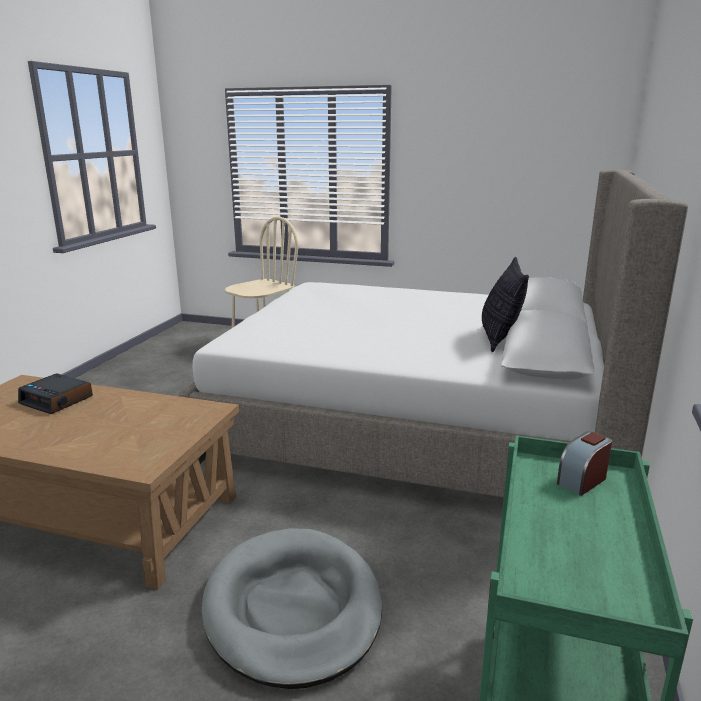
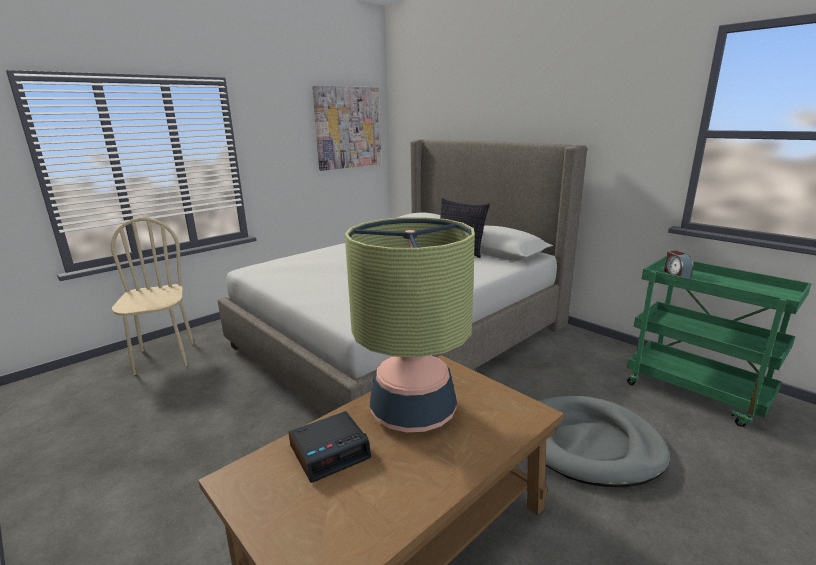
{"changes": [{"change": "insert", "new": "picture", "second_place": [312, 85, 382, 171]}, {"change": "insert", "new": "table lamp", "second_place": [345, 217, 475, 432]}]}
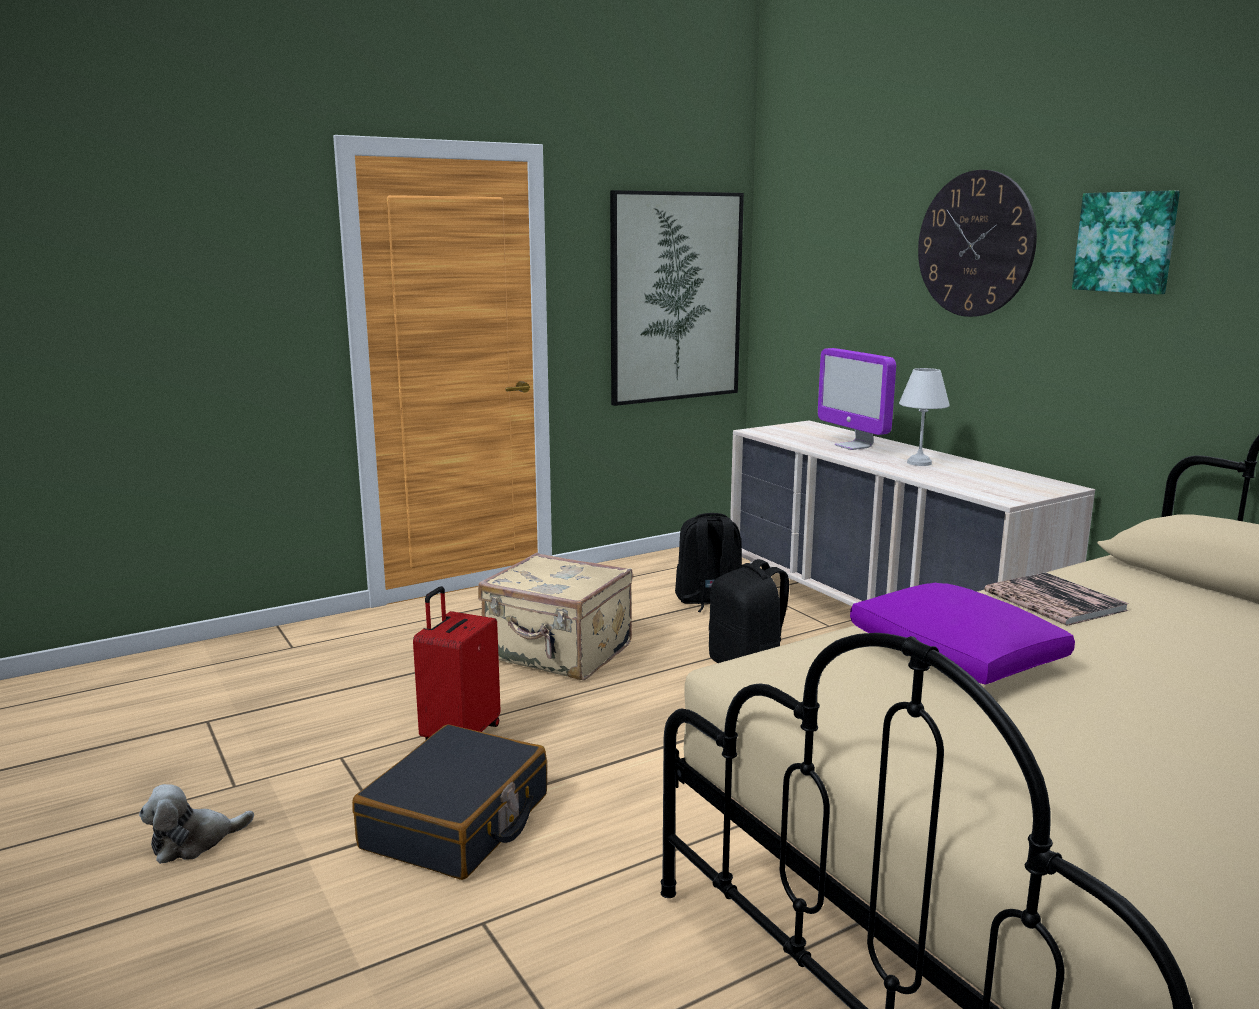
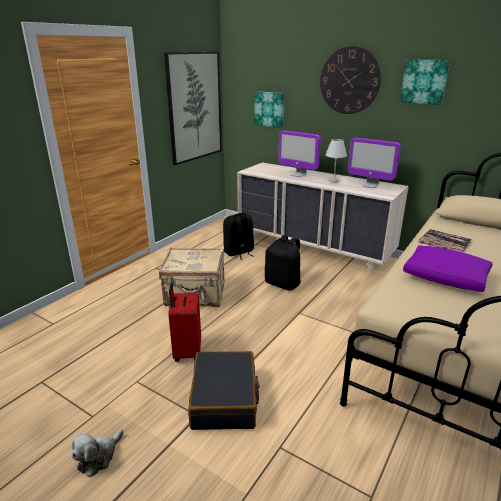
{"changes": [{"change": "insert", "new": "picture", "second_place": [254, 91, 284, 128]}, {"change": "insert", "new": "monitor", "second_place": [348, 138, 401, 189]}]}
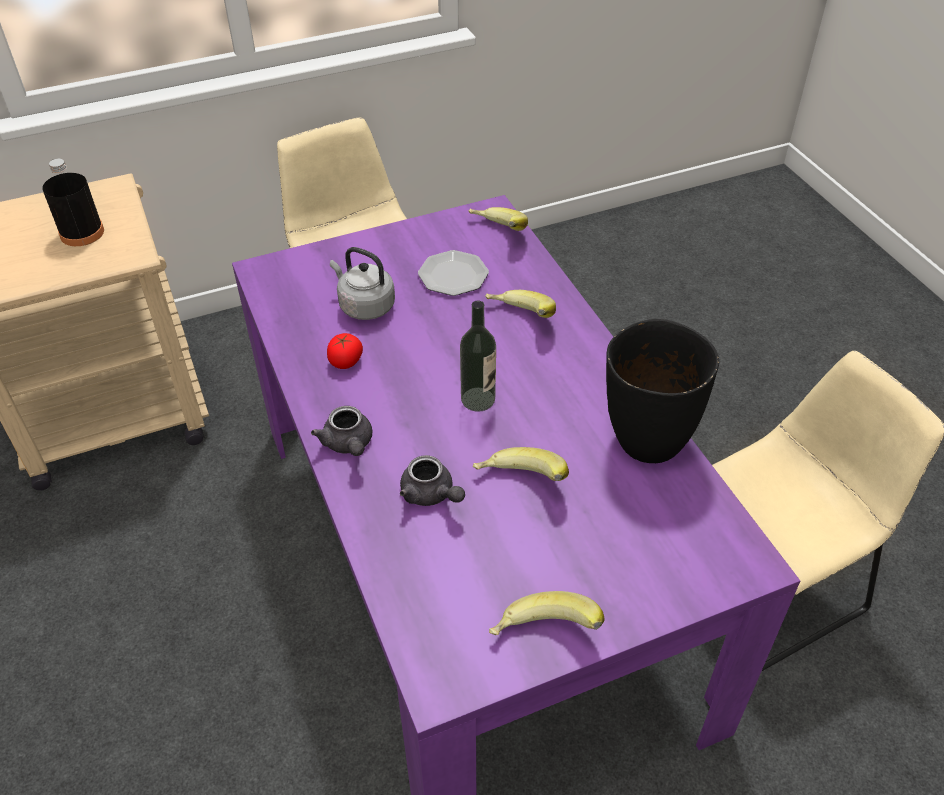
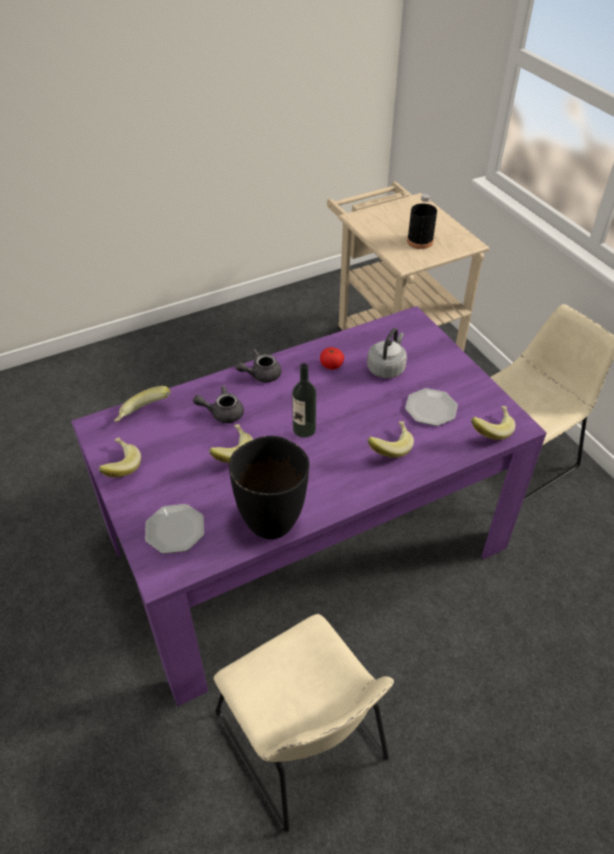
{"changes": [{"change": "insert", "new": "banana", "second_place": [114, 386, 171, 422]}, {"change": "insert", "new": "plate", "second_place": [145, 504, 204, 554]}, {"change": "rotate", "old": "teapot/grey", "first_place": [400, 455, 465, 506], "second_place": [193, 385, 244, 423], "degrees": 45}]}
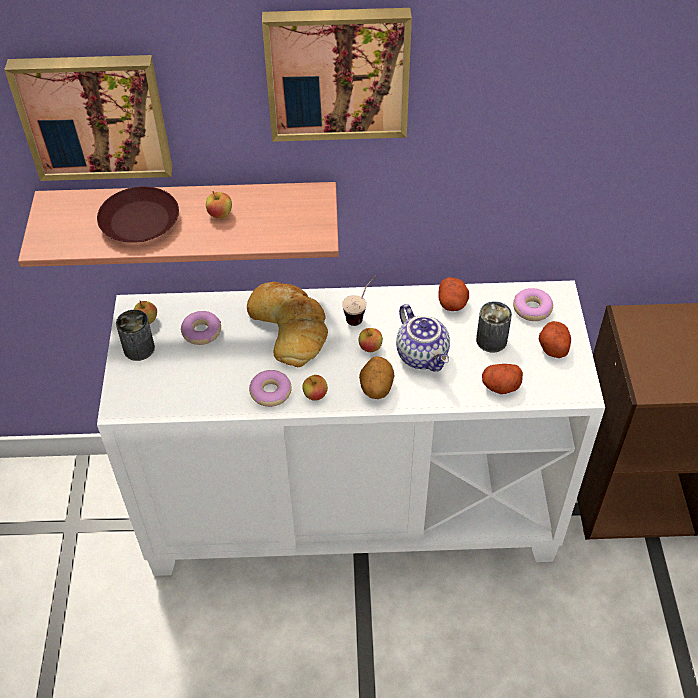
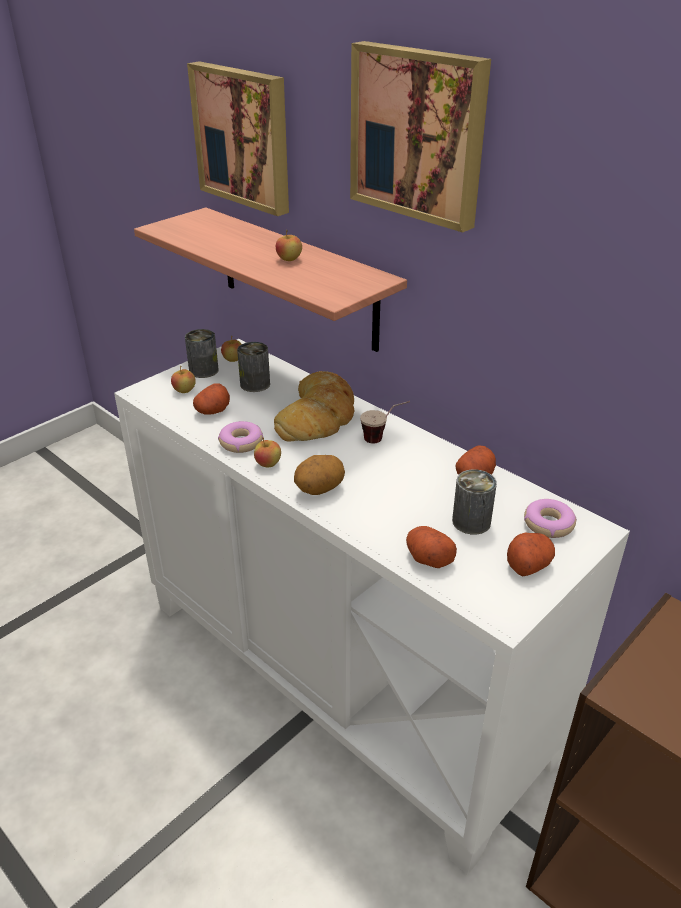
{"changes": [{"change": "delete", "old": "plate/brown", "first_place": [97, 186, 179, 243]}, {"change": "delete", "old": "teapot", "first_place": [396, 304, 450, 372]}, {"change": "insert", "new": "potato", "second_place": [193, 383, 230, 415]}, {"change": "move", "old": "apple", "first_place": [359, 328, 383, 352], "second_place": [171, 366, 196, 393]}, {"change": "replace", "old": "donut", "new": "can", "first_place": [181, 311, 221, 345], "second_place": [237, 342, 270, 392]}]}
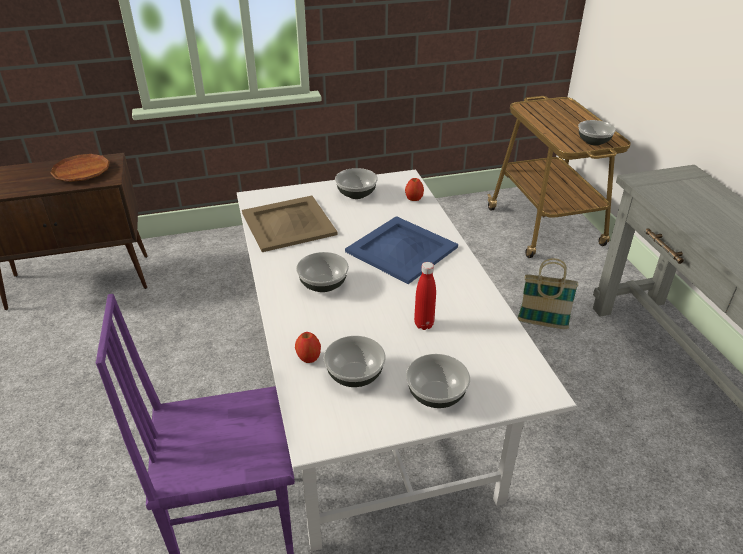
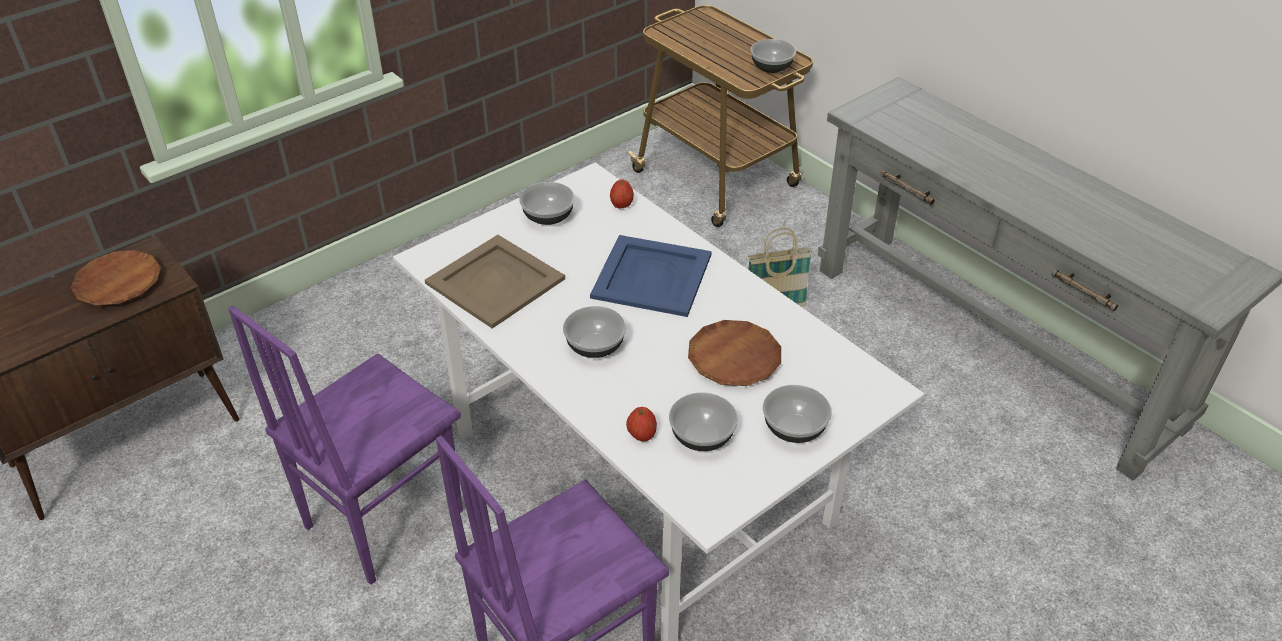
{"changes": [{"change": "insert", "new": "chair/purple", "second_place": [228, 305, 463, 585]}, {"change": "replace", "old": "bottle/red", "new": "plate/brown", "first_place": [414, 262, 436, 330], "second_place": [688, 320, 781, 386]}]}
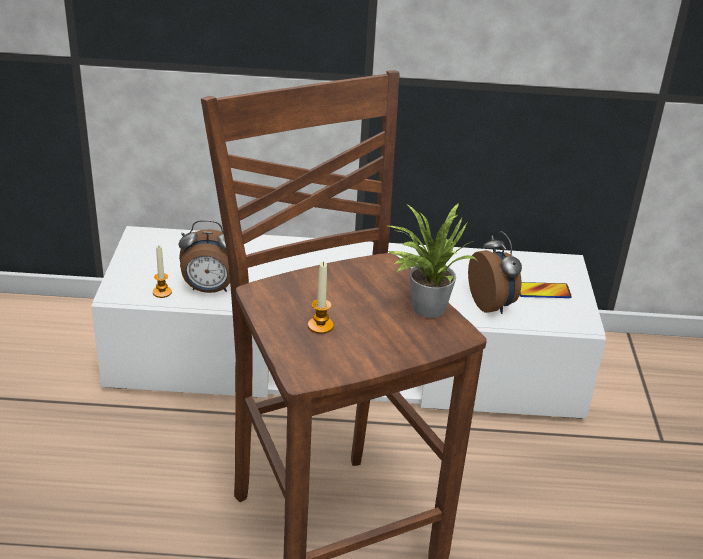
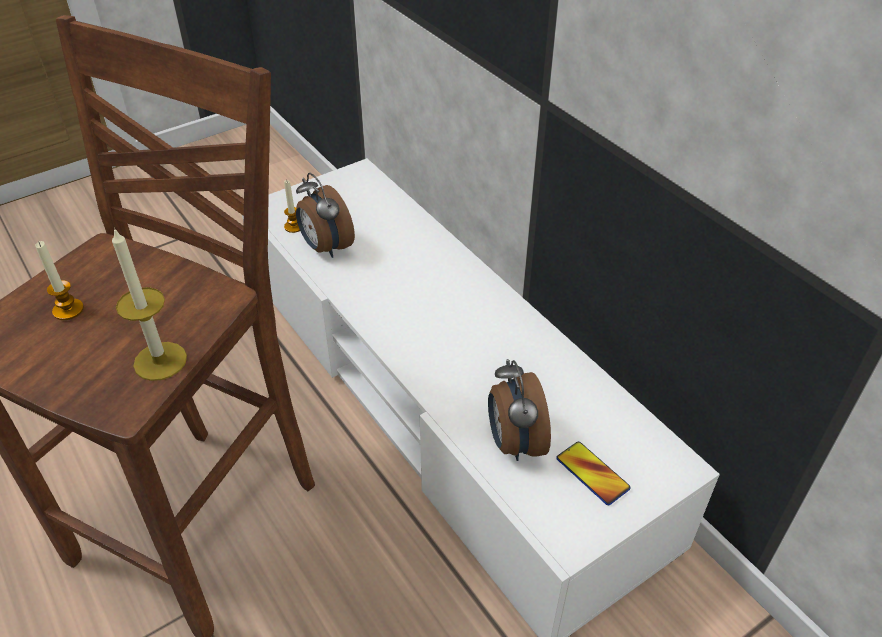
{"changes": [{"change": "replace", "old": "potted plant", "new": "candle", "first_place": [386, 203, 477, 318], "second_place": [112, 228, 187, 381]}, {"change": "rotate", "old": "alarm clock", "first_place": [468, 231, 522, 314], "second_place": [488, 359, 551, 461], "degrees": 135}]}
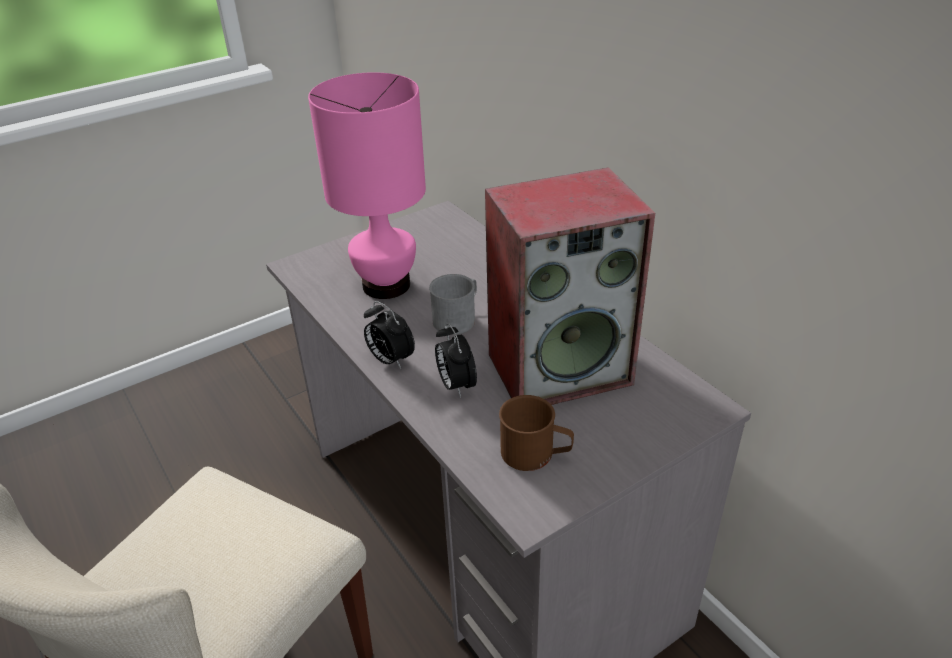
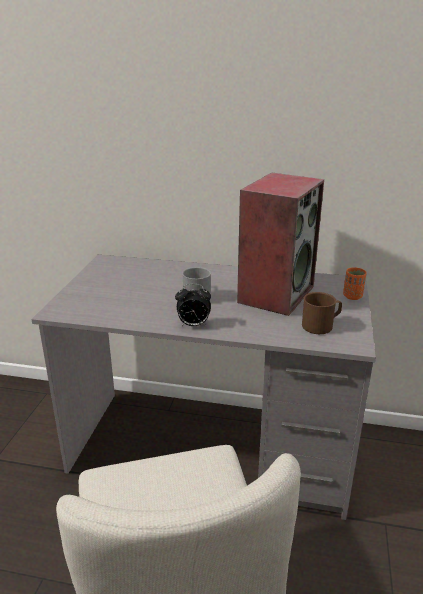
{"changes": [{"change": "delete", "old": "table lamp/pink", "first_place": [308, 72, 426, 299]}, {"change": "delete", "old": "alarm clock", "first_place": [435, 323, 477, 398]}, {"change": "insert", "new": "cup/orange", "second_place": [343, 267, 367, 300]}]}
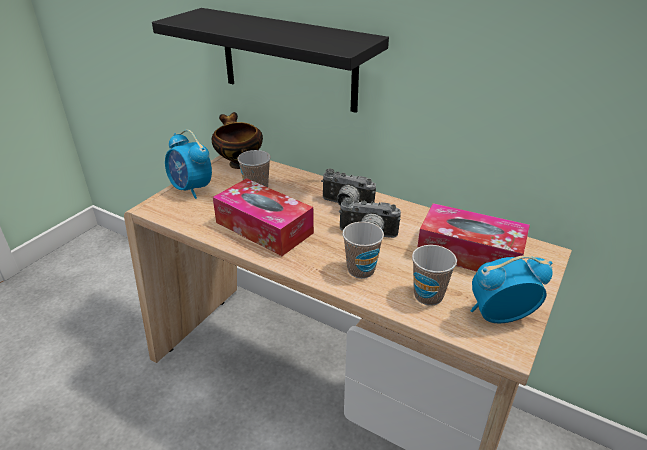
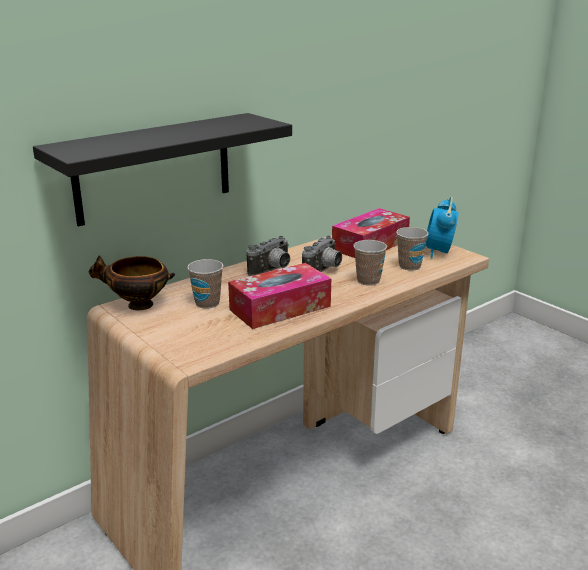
{"changes": [{"change": "delete", "old": "alarm clock", "first_place": [165, 130, 212, 199]}]}
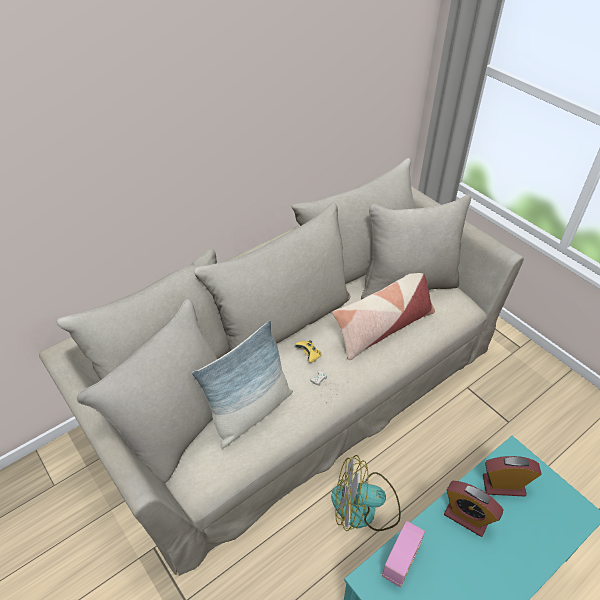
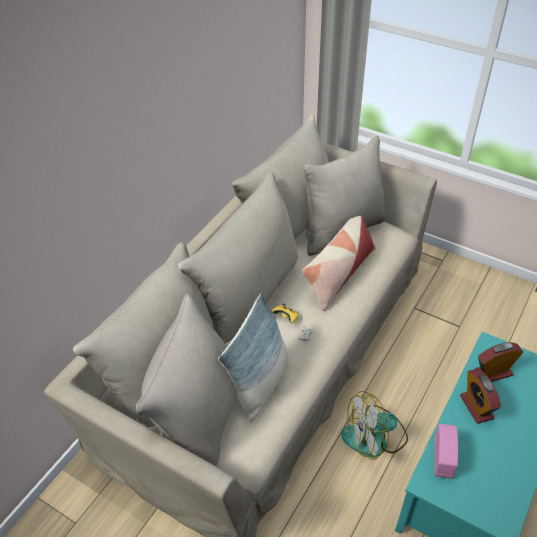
{"changes": [{"change": "rotate", "old": "alarm clock", "first_place": [444, 481, 504, 537], "second_place": [460, 369, 501, 424], "degrees": 60}]}
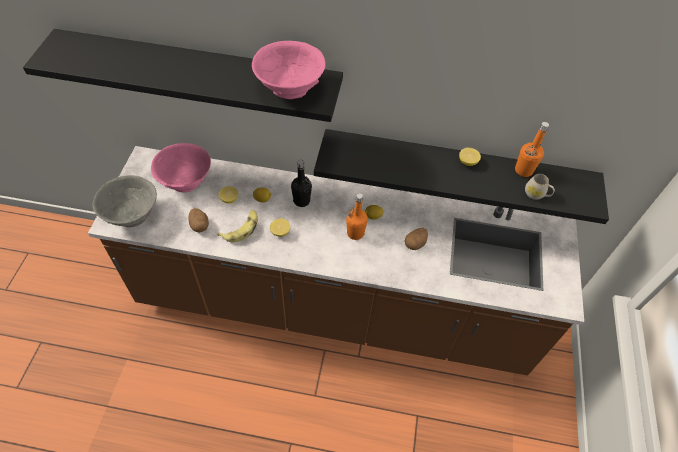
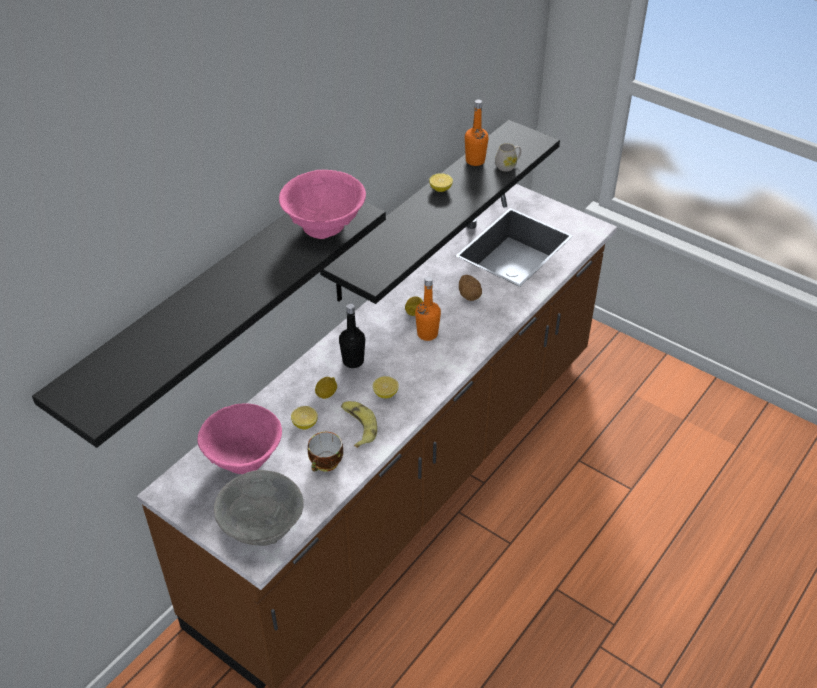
{"changes": [{"change": "replace", "old": "potato", "new": "cup", "first_place": [188, 208, 209, 232], "second_place": [308, 432, 343, 472]}]}
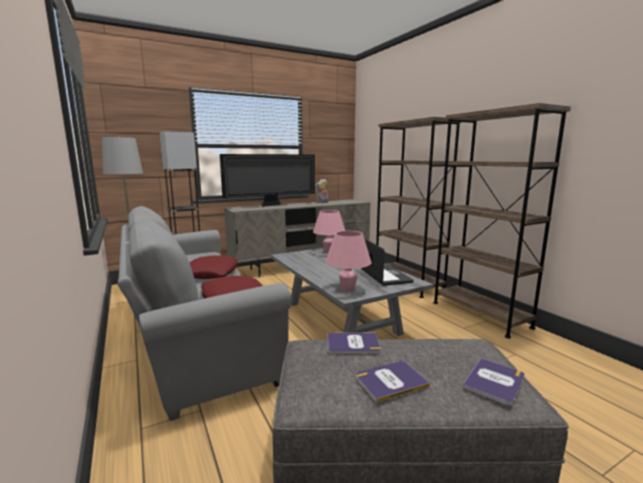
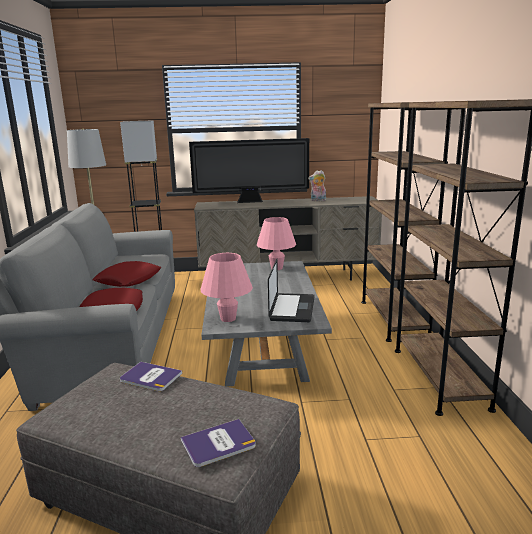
{"changes": [{"change": "delete", "old": "book", "first_place": [356, 361, 430, 403]}]}
